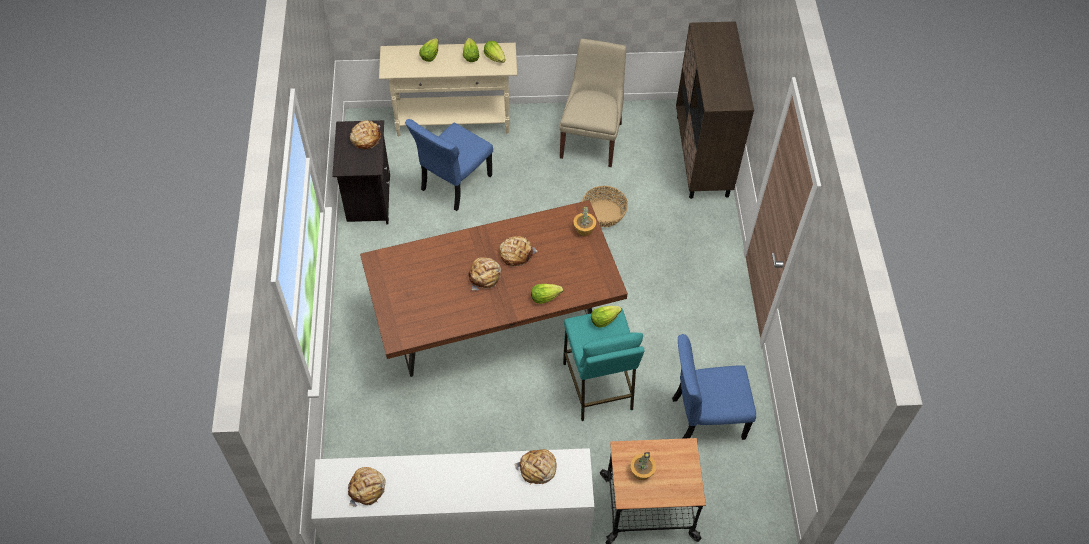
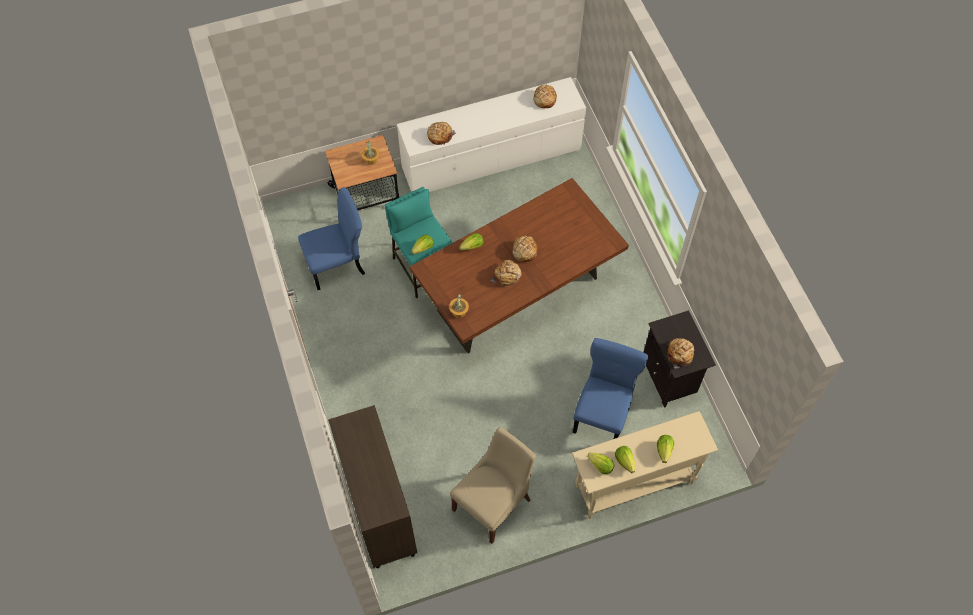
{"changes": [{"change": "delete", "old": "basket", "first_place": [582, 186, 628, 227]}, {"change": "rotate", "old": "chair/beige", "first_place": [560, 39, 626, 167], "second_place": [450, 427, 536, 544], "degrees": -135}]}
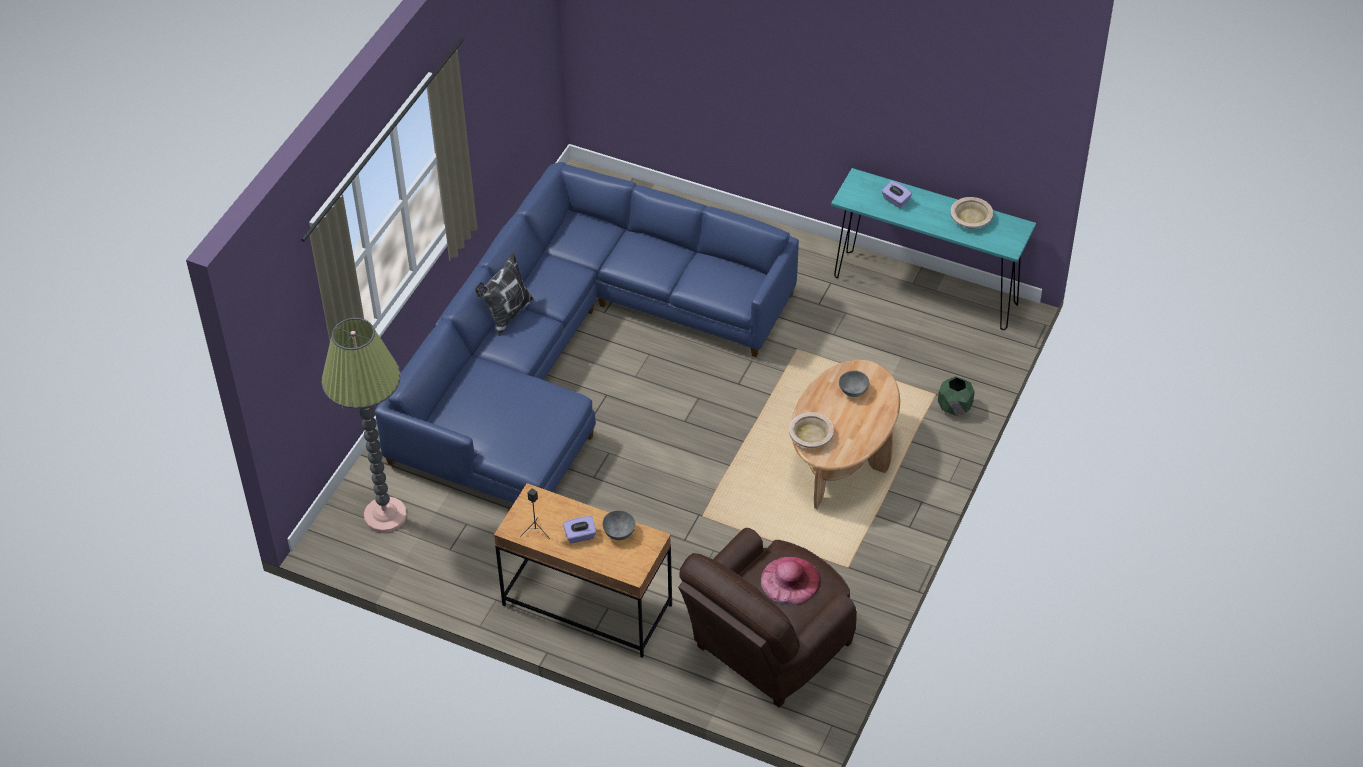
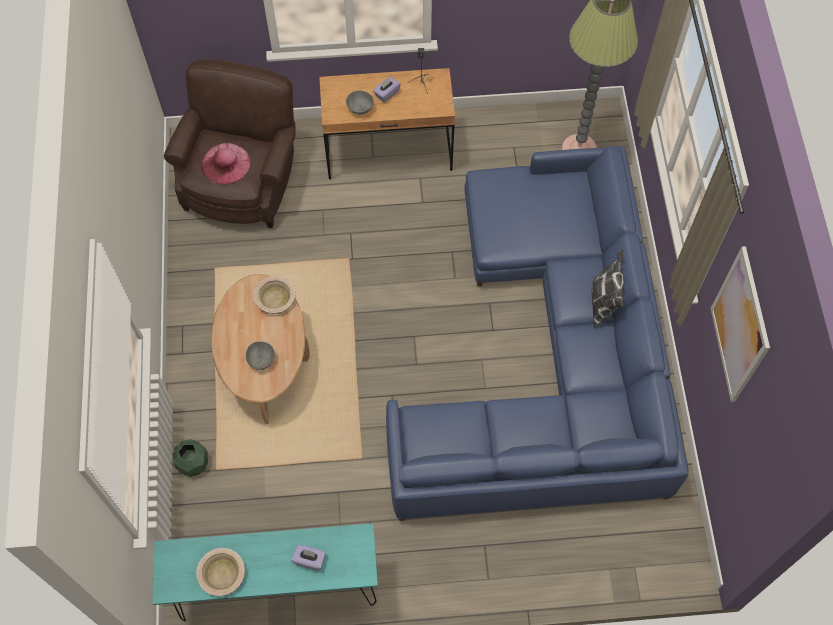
{"changes": [{"change": "insert", "new": "picture", "second_place": [711, 246, 770, 402]}]}
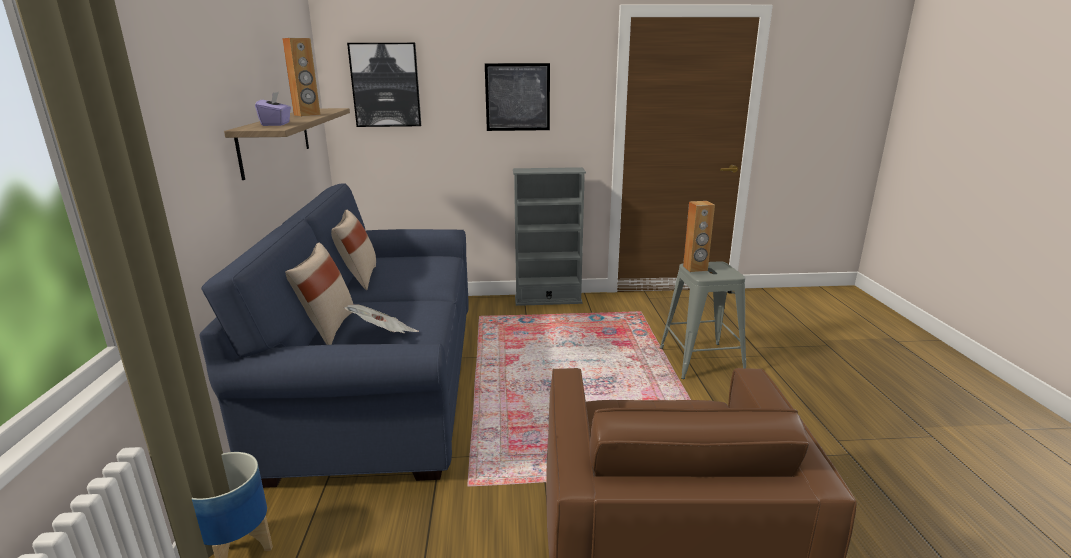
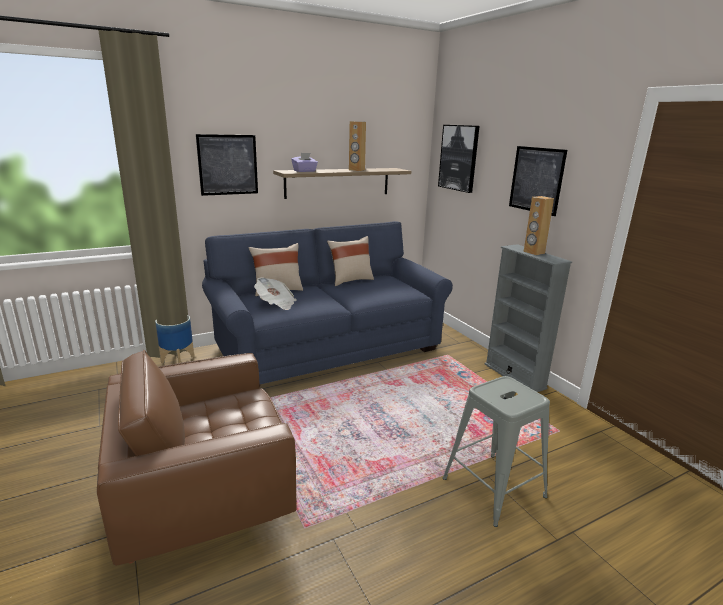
{"changes": [{"change": "insert", "new": "picture", "second_place": [196, 134, 258, 196]}, {"change": "move", "old": "speaker/brown", "first_place": [683, 201, 715, 272], "second_place": [524, 196, 554, 255]}]}
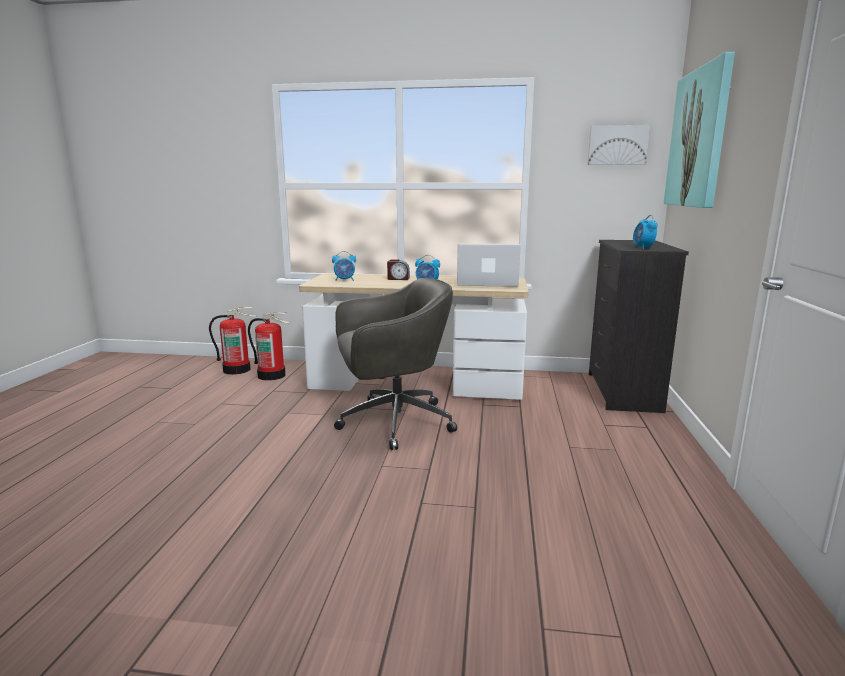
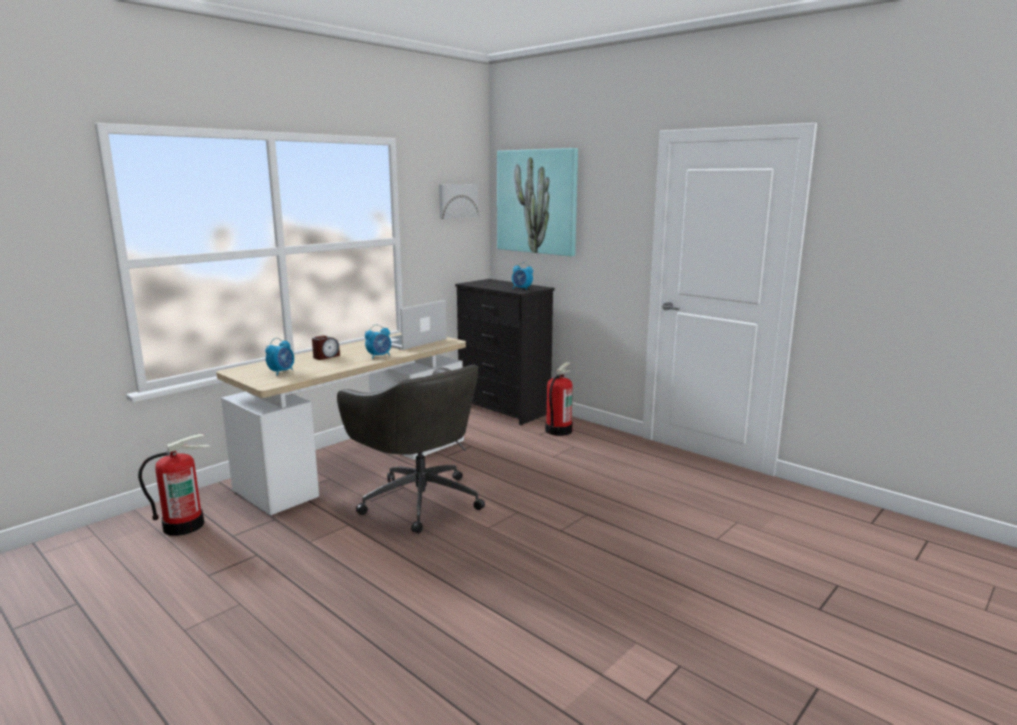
{"changes": [{"change": "move", "old": "fire extinguisher", "first_place": [209, 307, 256, 375], "second_place": [545, 362, 573, 436]}, {"change": "rotate", "old": "office chair/grey", "first_place": [334, 278, 457, 450], "second_place": [337, 365, 485, 534], "degrees": 120}]}
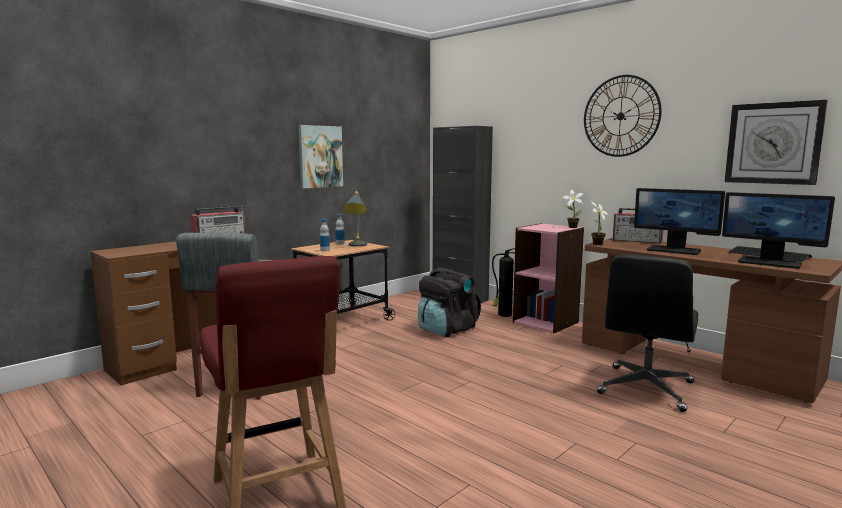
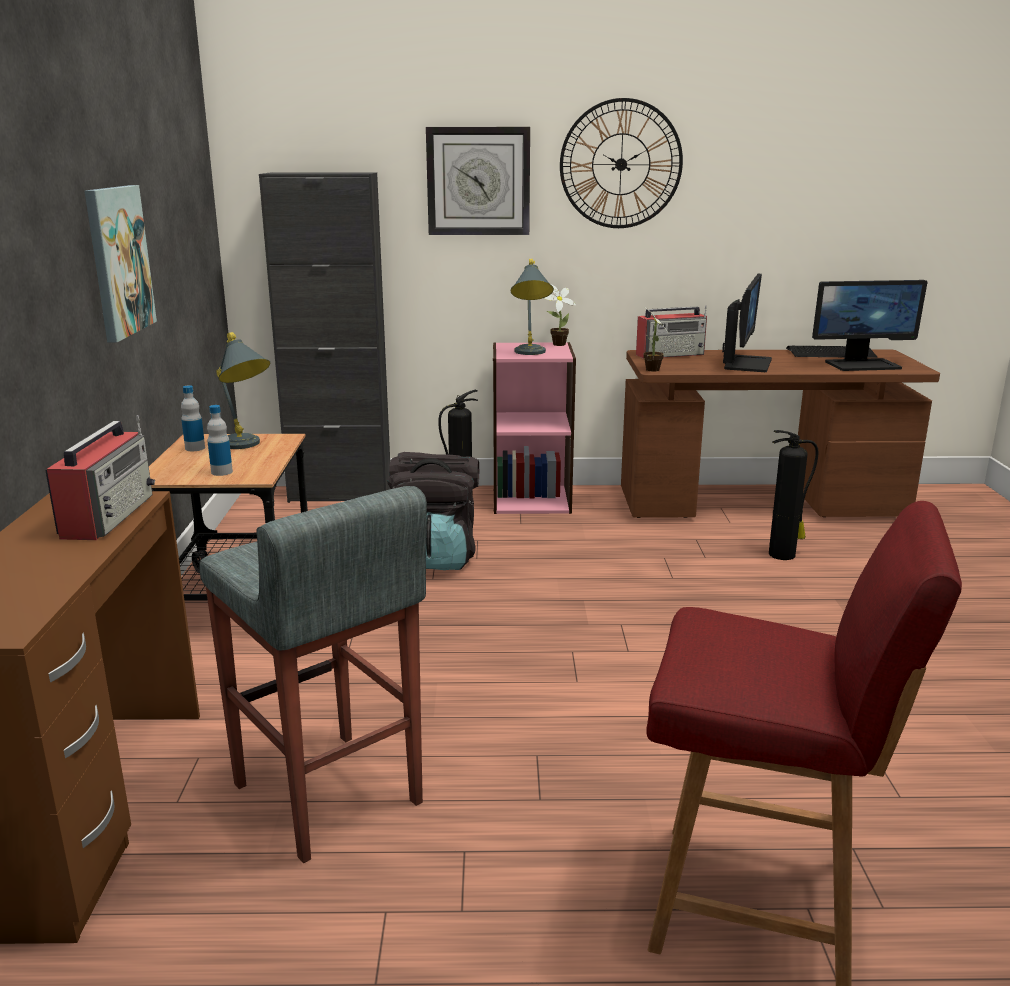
{"changes": [{"change": "insert", "new": "table lamp/grey", "second_place": [511, 259, 554, 355]}, {"change": "move", "old": "wall clock", "first_place": [725, 100, 828, 185], "second_place": [426, 127, 530, 235]}, {"change": "replace", "old": "office chair/black", "new": "fire extinguisher", "first_place": [597, 254, 699, 412], "second_place": [769, 430, 818, 560]}, {"change": "rotate", "old": "monitor", "first_place": [634, 188, 725, 255], "second_place": [722, 274, 772, 372], "degrees": -60}]}
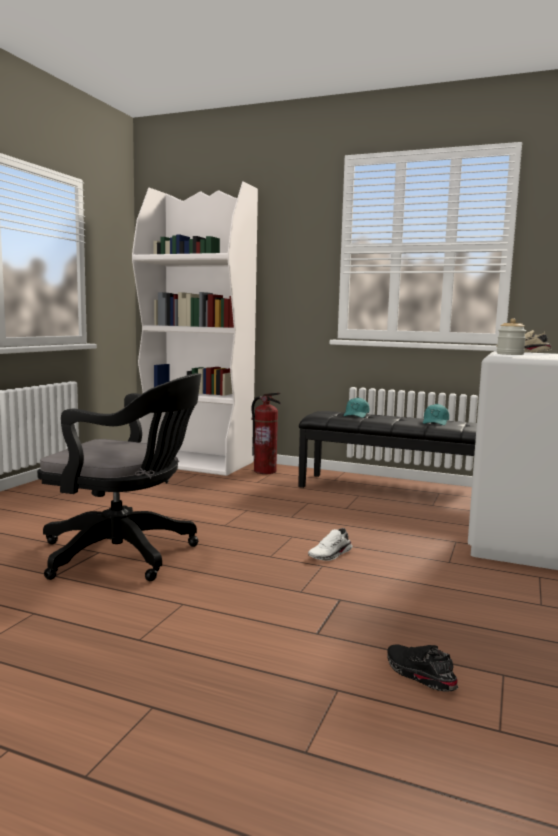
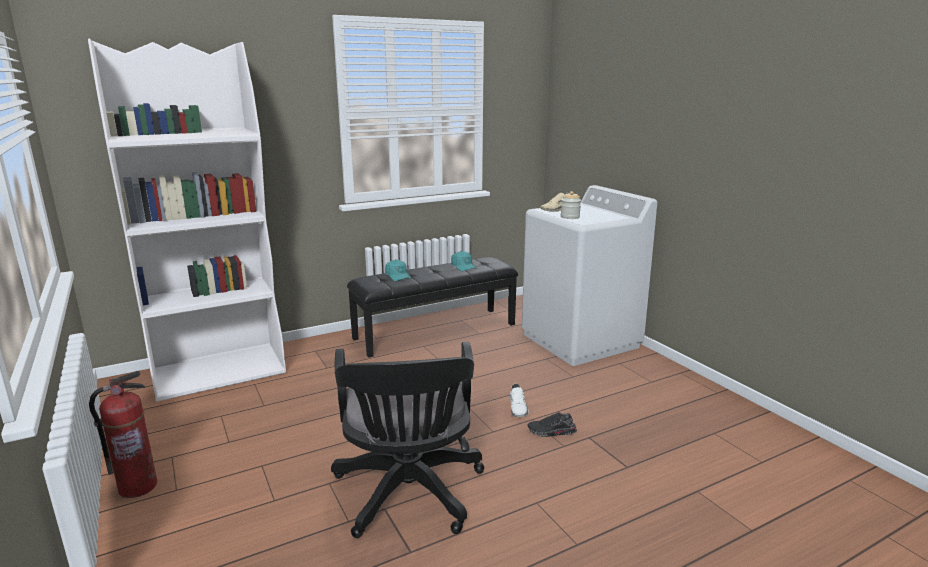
{"changes": [{"change": "move", "old": "fire extinguisher", "first_place": [251, 392, 281, 474], "second_place": [89, 370, 157, 498]}, {"change": "move", "old": "shoe/black", "first_place": [388, 644, 458, 692], "second_place": [527, 412, 577, 437]}, {"change": "rotate", "old": "office chair/black", "first_place": [37, 373, 201, 581], "second_place": [331, 342, 484, 538], "degrees": 120}]}
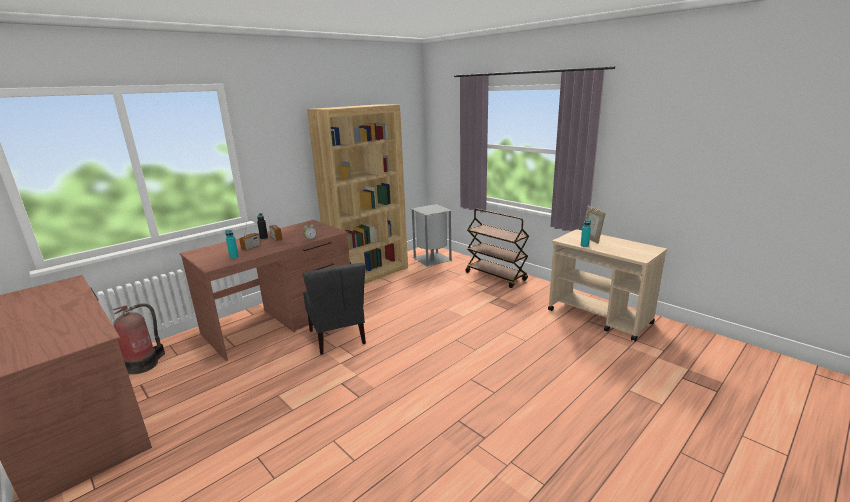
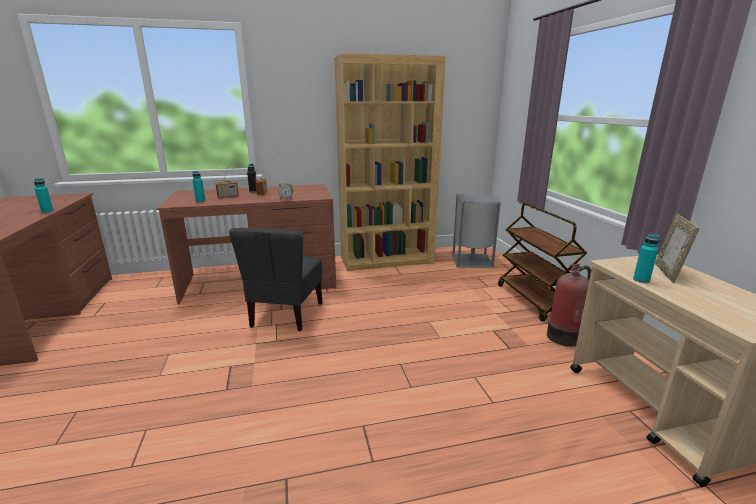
{"changes": [{"change": "insert", "new": "bottle/turquoise", "second_place": [34, 178, 54, 213]}, {"change": "move", "old": "fire extinguisher", "first_place": [112, 303, 165, 374], "second_place": [547, 264, 591, 347]}]}
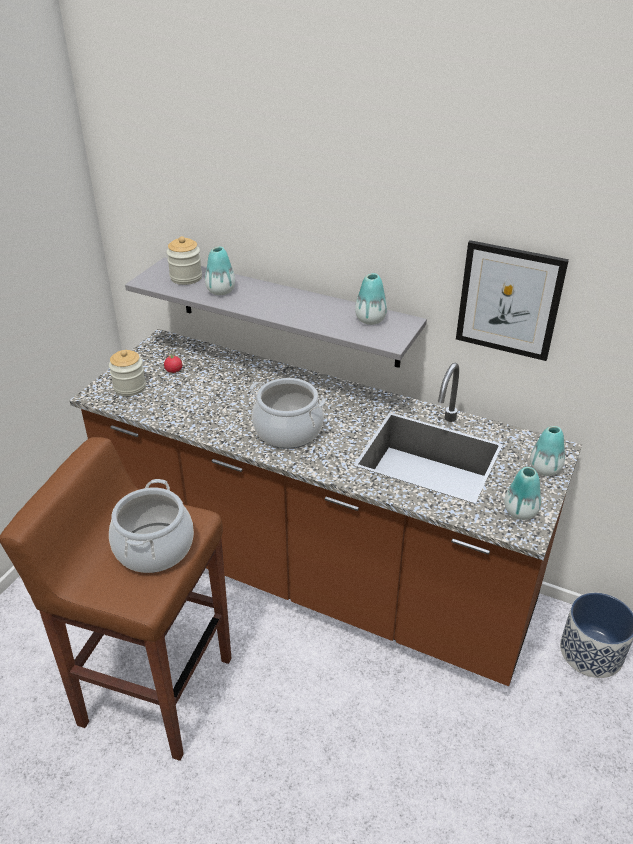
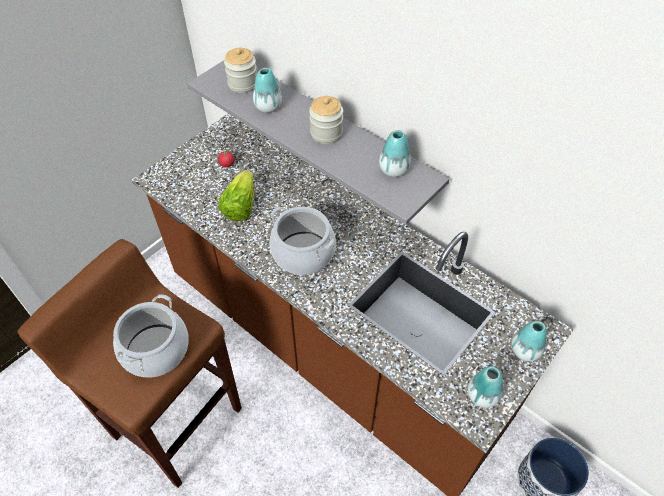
{"changes": [{"change": "delete", "old": "picture", "first_place": [456, 240, 569, 361]}, {"change": "insert", "new": "lettuce", "second_place": [219, 170, 254, 221]}, {"change": "move", "old": "jar", "first_place": [109, 350, 146, 396], "second_place": [309, 96, 343, 144]}]}
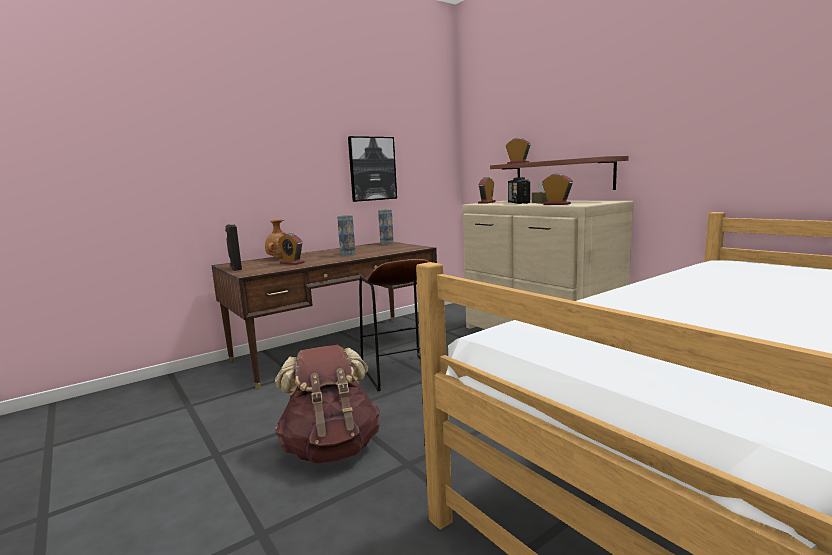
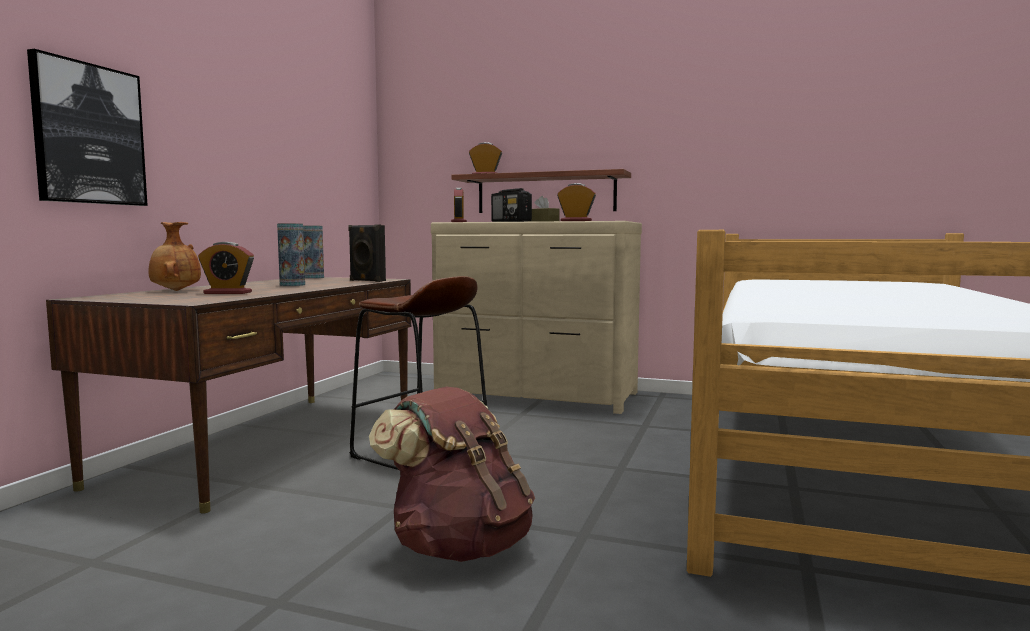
{"changes": [{"change": "move", "old": "speaker/black", "first_place": [225, 225, 242, 271], "second_place": [348, 225, 386, 282]}, {"change": "move", "old": "picture", "first_place": [348, 136, 397, 202], "second_place": [27, 49, 148, 206]}]}
